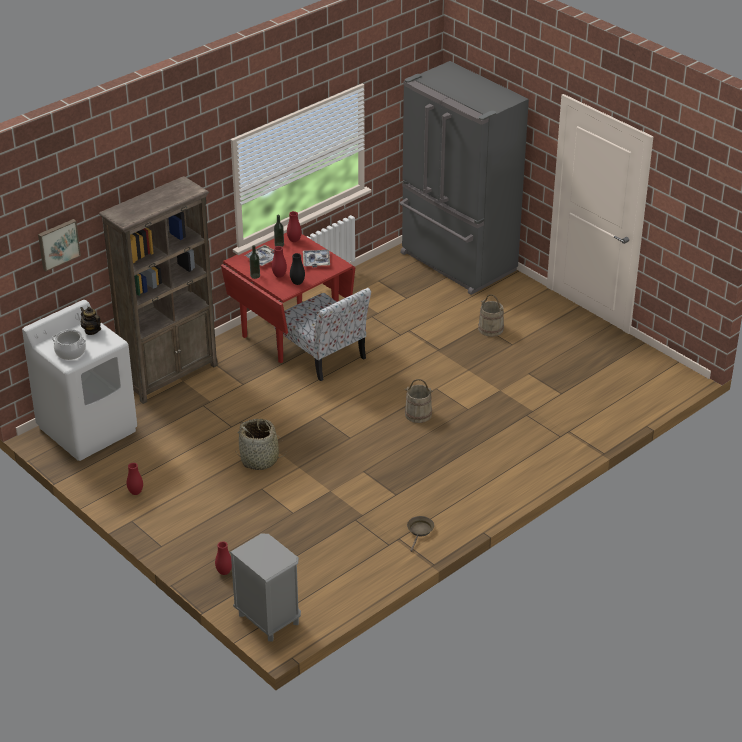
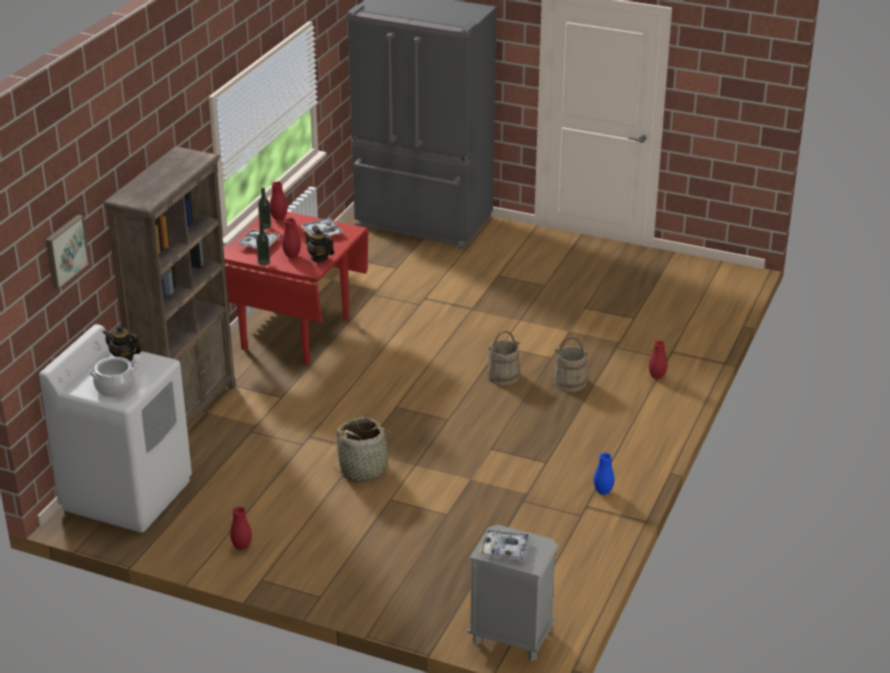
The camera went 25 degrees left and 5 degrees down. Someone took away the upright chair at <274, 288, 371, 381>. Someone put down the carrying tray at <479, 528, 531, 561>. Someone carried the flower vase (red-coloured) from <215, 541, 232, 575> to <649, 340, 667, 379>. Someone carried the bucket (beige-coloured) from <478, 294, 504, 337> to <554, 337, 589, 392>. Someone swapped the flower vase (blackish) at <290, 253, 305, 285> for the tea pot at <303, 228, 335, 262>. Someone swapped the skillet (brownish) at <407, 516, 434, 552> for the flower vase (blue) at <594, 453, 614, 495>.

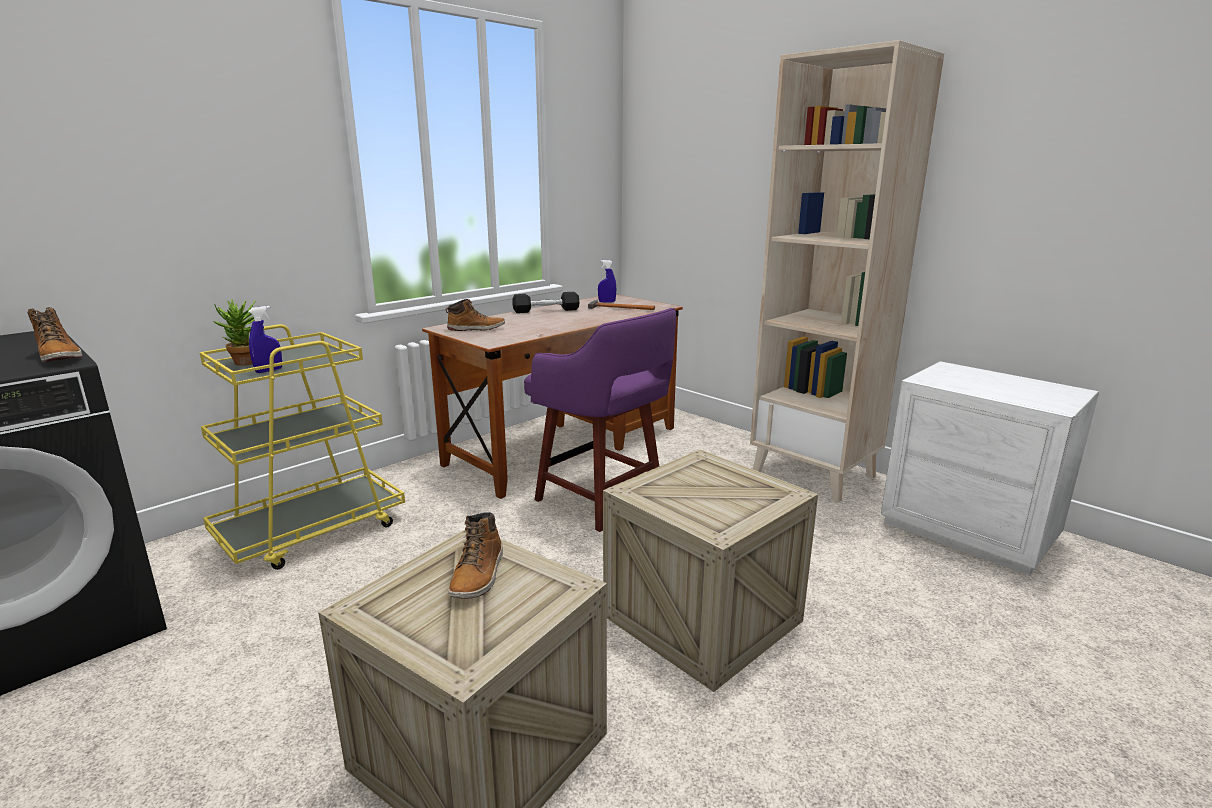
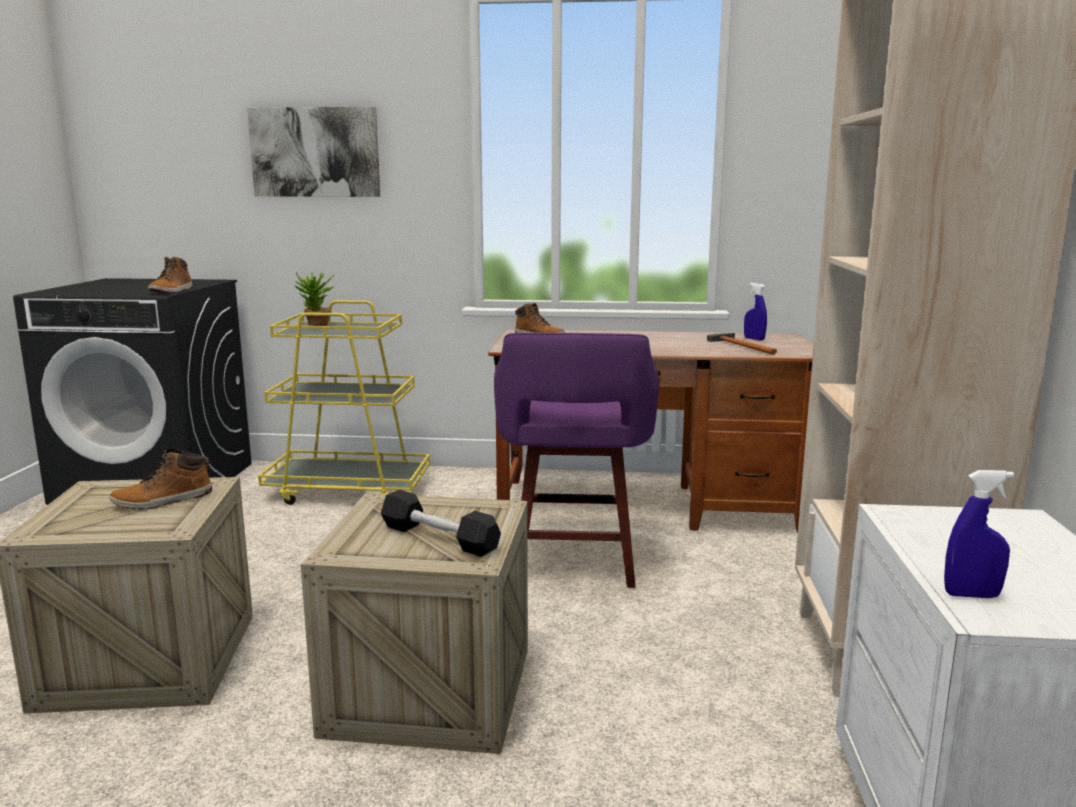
The camera went 50 degrees right and 5 degrees down. Someone put up the wall picture at <247, 107, 380, 197>. Someone carried the hand sprayer (blue) from <248, 306, 282, 373> to <944, 470, 1014, 598>. Someone carried the hand weight (blackish) from <512, 292, 580, 313> to <381, 490, 501, 557>.

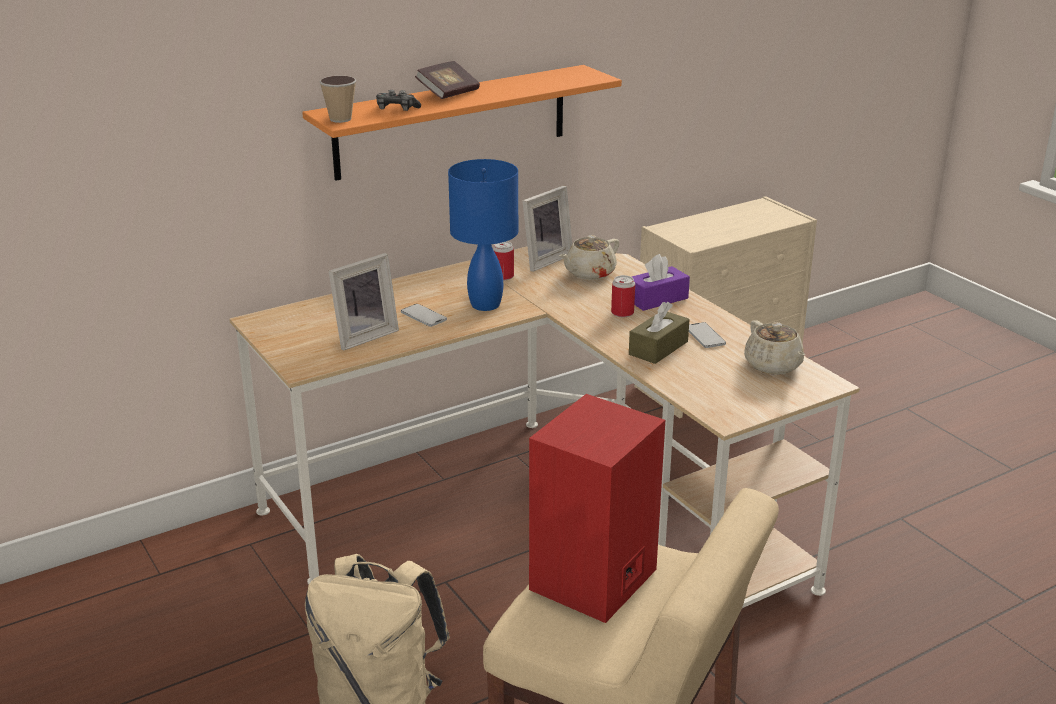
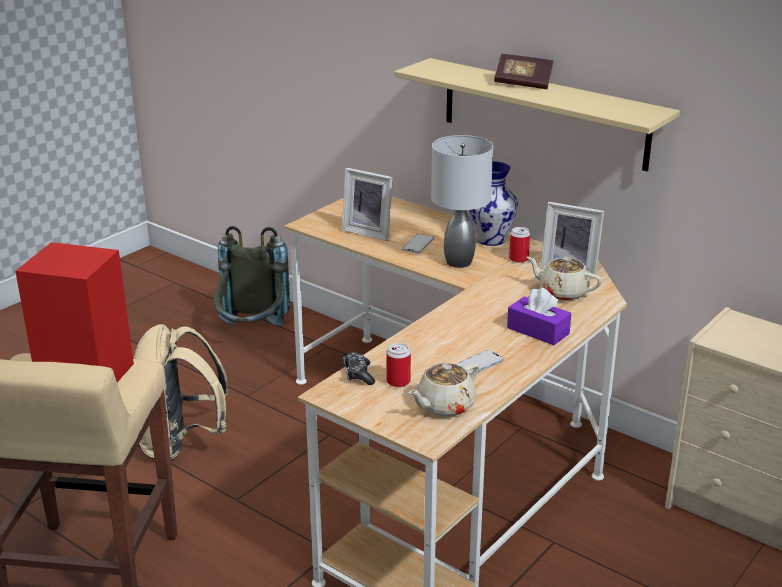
The camera went 70 degrees right and 0 degrees up. Someone took away the drinking cup at <319, 76, 357, 123>. Someone took away the tissue box (brownish) at <629, 302, 690, 364>. Someone put down the knapsack (gray) at <214, 226, 290, 326>. Someone put down the flower vase at <469, 162, 518, 246>. Someone carried the game controller from <376, 90, 421, 111> to <343, 352, 375, 385>. Someone carried the can from <611, 275, 635, 317> to <386, 343, 411, 387>. Someone repainted the bracket shelf (orange) at <302, 65, 622, 181>, which became the bracket shelf (beige-coloured) at <394, 58, 680, 171>. Someone repainted the tabletop lamp (blue) at <448, 159, 518, 311>, which became the tabletop lamp (gray) at <431, 135, 493, 268>.

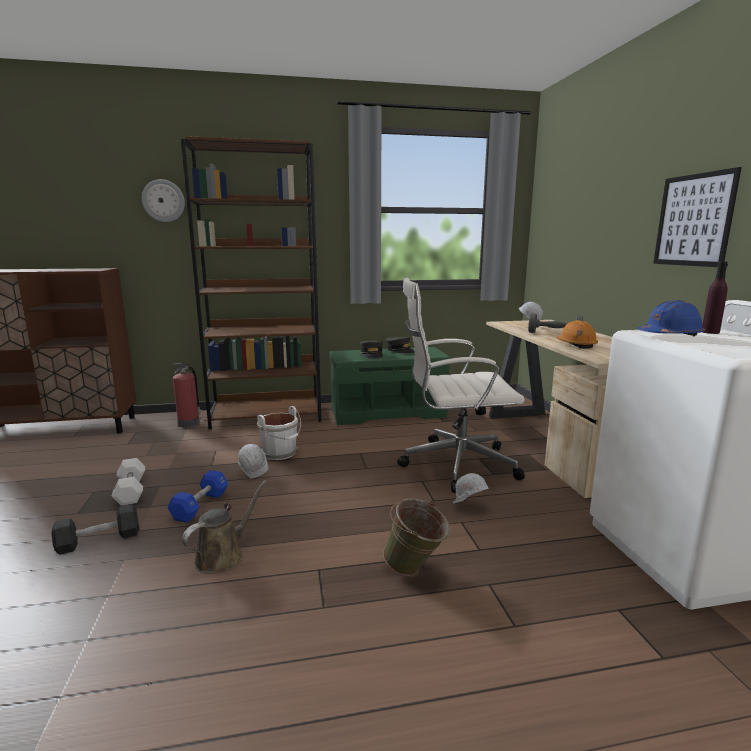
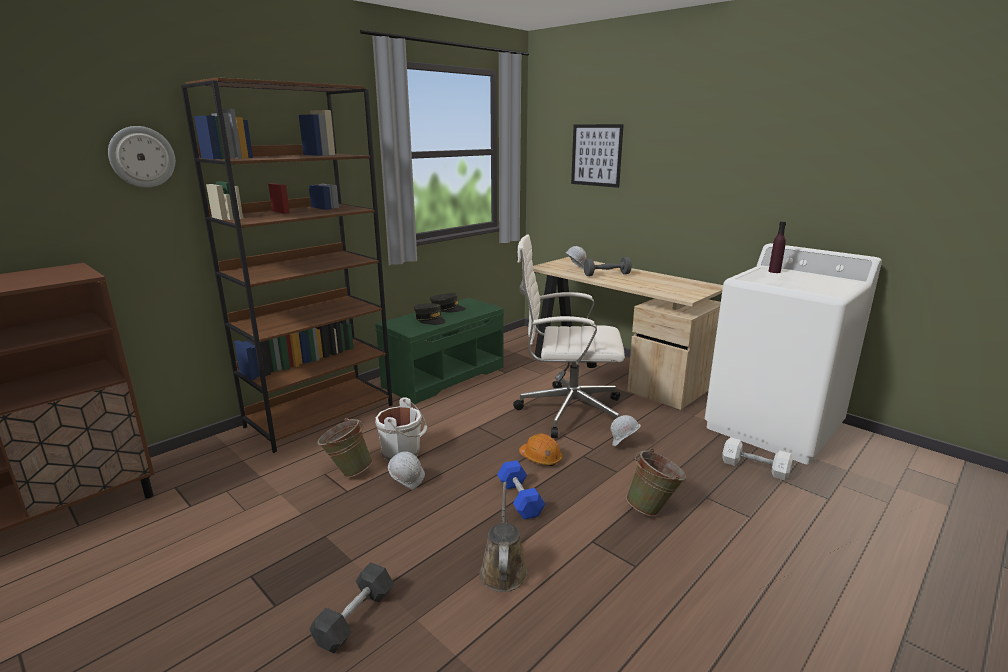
The camera went 35 degrees left and 5 degrees up. Someone took away the fire-fighting cylinder at <172, 363, 201, 427>. Someone took away the work helmet (blue) at <637, 300, 705, 337>. Someone put down the bucket (green) at <317, 418, 372, 477>. Someone carried the hand weight (white) from <112, 458, 145, 506> to <722, 437, 793, 480>. Someone carried the hand weight (blue) from <167, 470, 229, 523> to <497, 460, 545, 520>. Someone carried the work helmet (orange) from <556, 320, 598, 349> to <519, 433, 563, 466>. Someone carried the wall picture from <653, 167, 742, 267> to <571, 124, 624, 188>. Someone rotated the desk chair (white) at <397, 278, 525, 493> by 45 degrees clockwise.

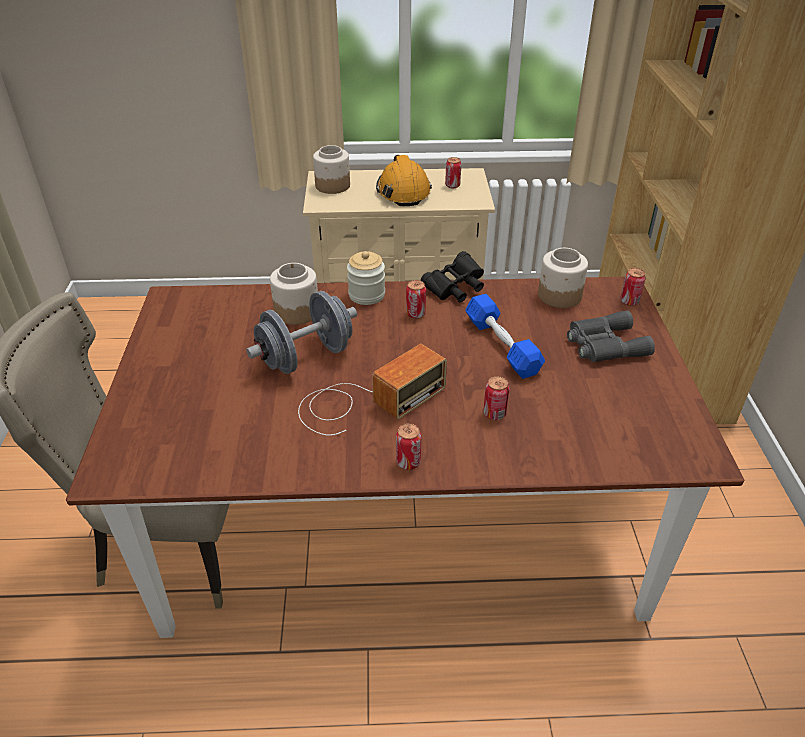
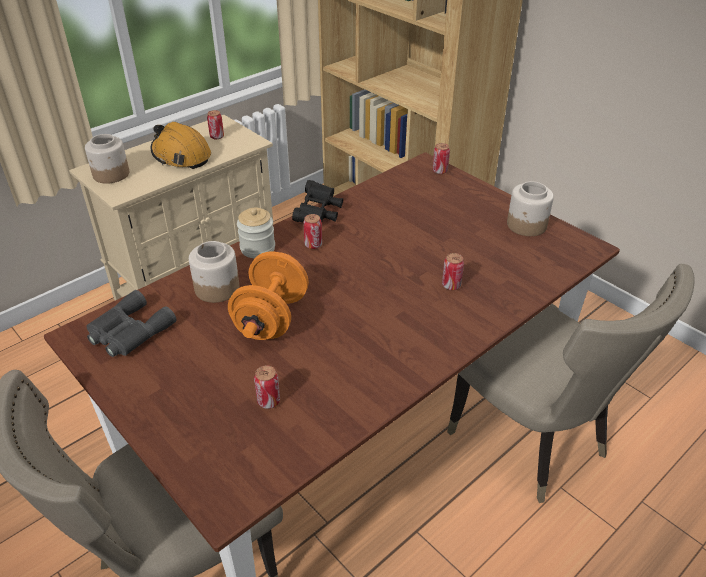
The camera went 40 degrees left and 0 degrees up. Someone took away the radio at <298, 344, 447, 436>. Someone took away the hand weight (blue) at <465, 294, 545, 379>. Someone put down the upright chair (beige-coloured) at <447, 264, 695, 503>. Someone carried the can from <396, 423, 421, 470> to <254, 365, 280, 409>. Someone carried the storage jar from <538, 248, 588, 308> to <507, 181, 554, 236>. Someone carried the field glasses (gray) from <567, 311, 655, 362> to <86, 290, 176, 357>. Someone repainted the hand weight (gray) at <246, 291, 357, 374>, which became the hand weight (orange) at <228, 251, 309, 340>.

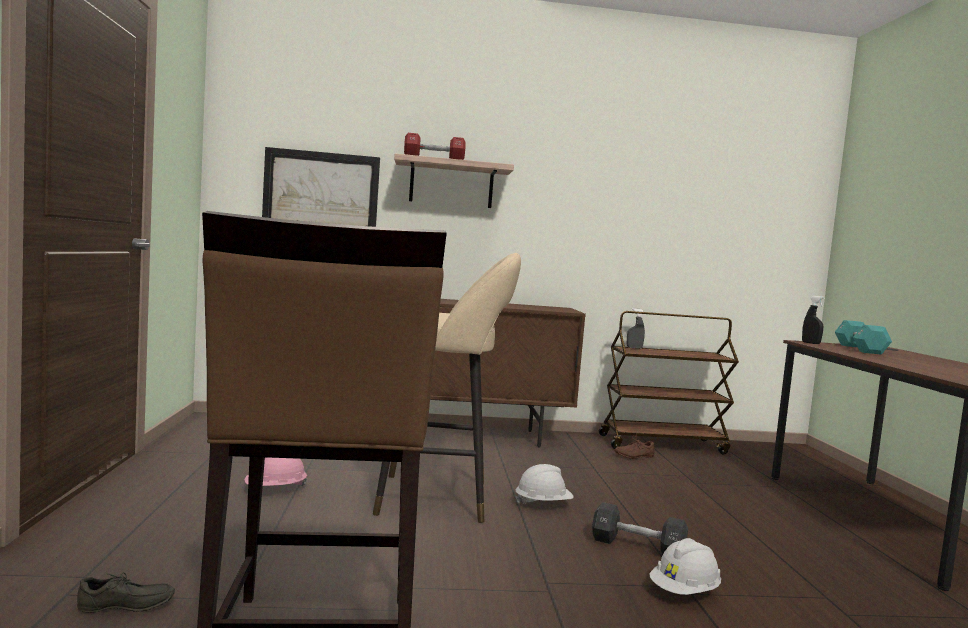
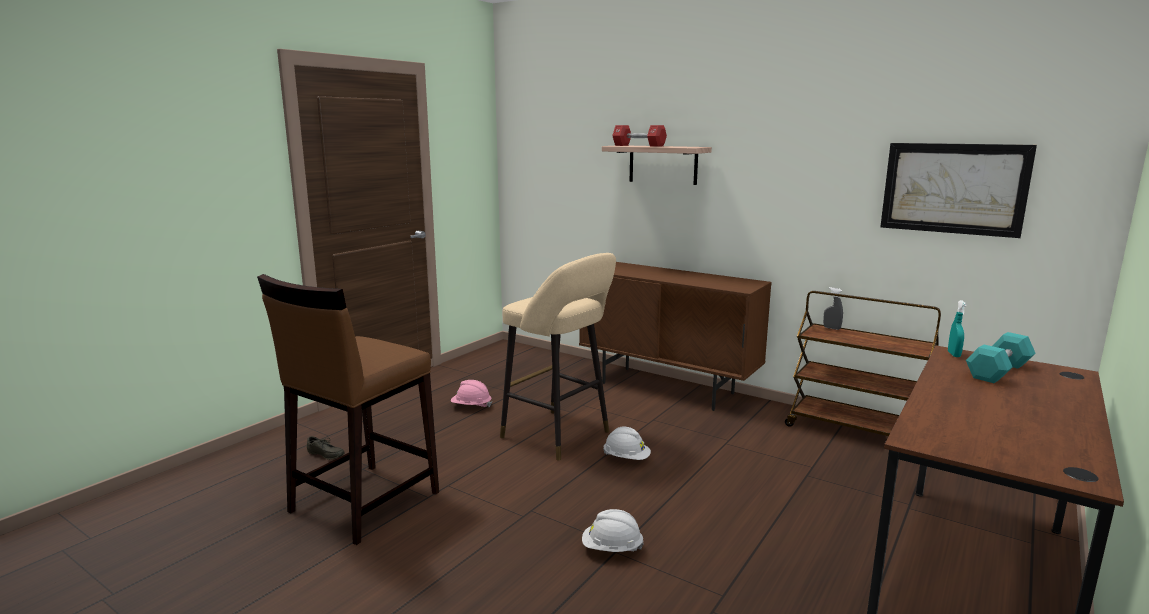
The camera went 40 degrees right and 10 degrees up. Someone took away the hand weight (blackish) at <592, 502, 688, 555>. Someone took away the low shoe (brownish) at <614, 432, 655, 459>. Someone carried the wall picture from <262, 147, 380, 227> to <880, 143, 1037, 238>. Someone repainted the hand sprayer (blackish) at <802, 296, 825, 344>, which became the hand sprayer (turquoise) at <948, 300, 967, 357>.

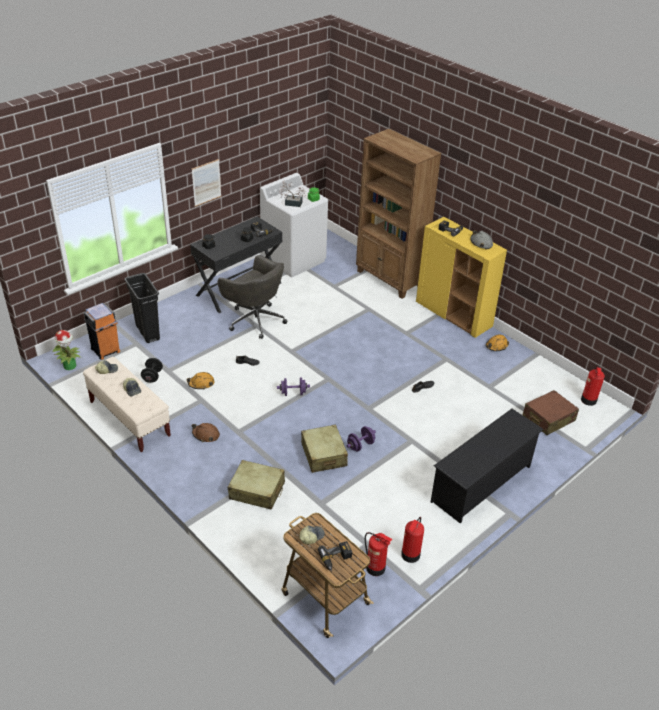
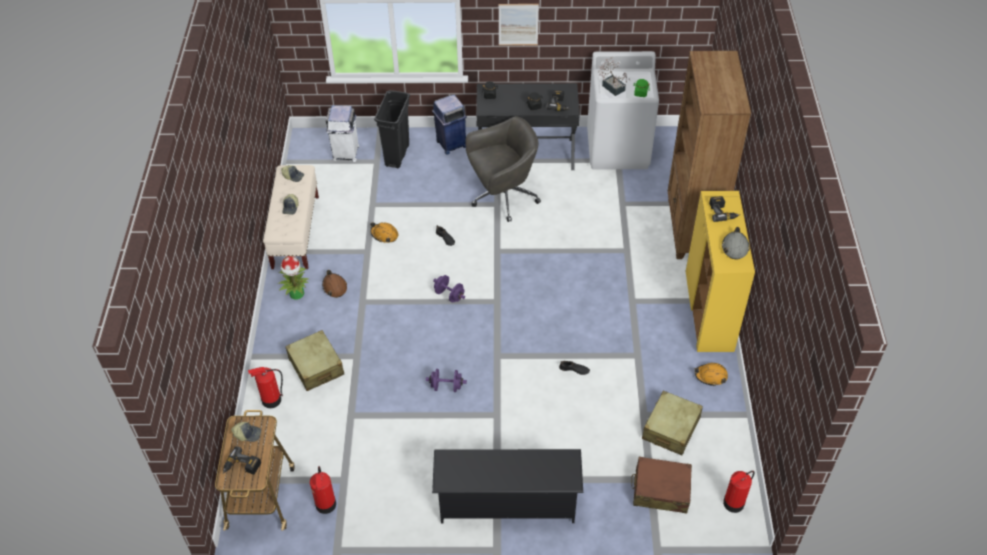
The camera went 45 degrees right and 10 degrees up. Someone took away the hand weight (blackish) at <141, 358, 163, 383>. Someone put down the trash can (blue) at <432, 94, 467, 155>. Someone carried the plant in a pot from <52, 330, 81, 370> to <279, 256, 309, 300>. Someone carried the travel case (beige-coloured) from <301, 424, 348, 473> to <642, 391, 703, 455>. Someone carried the fire-fighting cylinder from <401, 517, 424, 563> to <248, 367, 283, 408>. Someone repainted the trash can (orange) at <84, 303, 120, 360>, which became the trash can (white) at <326, 105, 359, 162>. Someone rotated the desk chair (gray) at <218, 255, 288, 339> by 105 degrees counterclockwise.

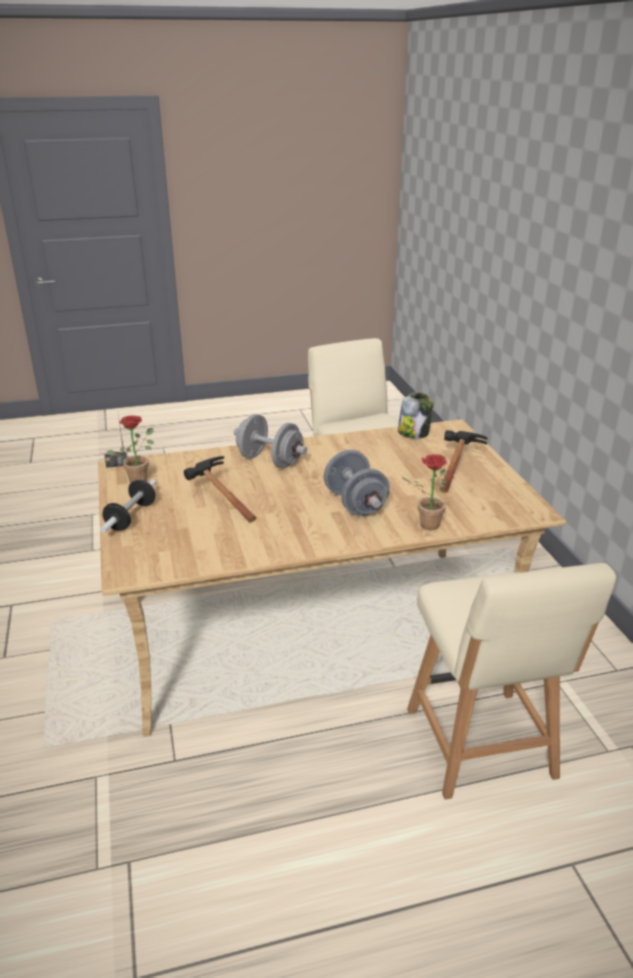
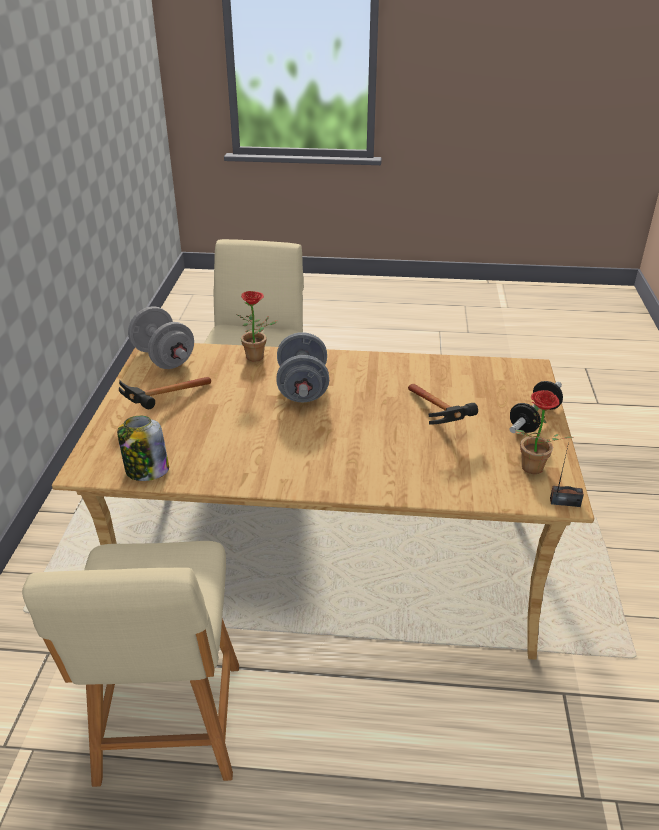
The camera went 160 degrees left and 5 degrees up. Someone carried the hand weight (gray) from <234, 414, 307, 468> to <128, 306, 194, 369>.

